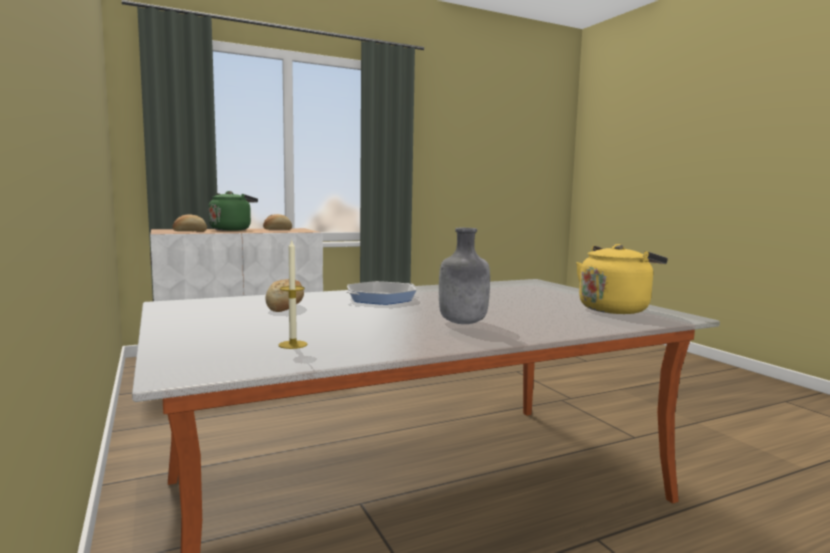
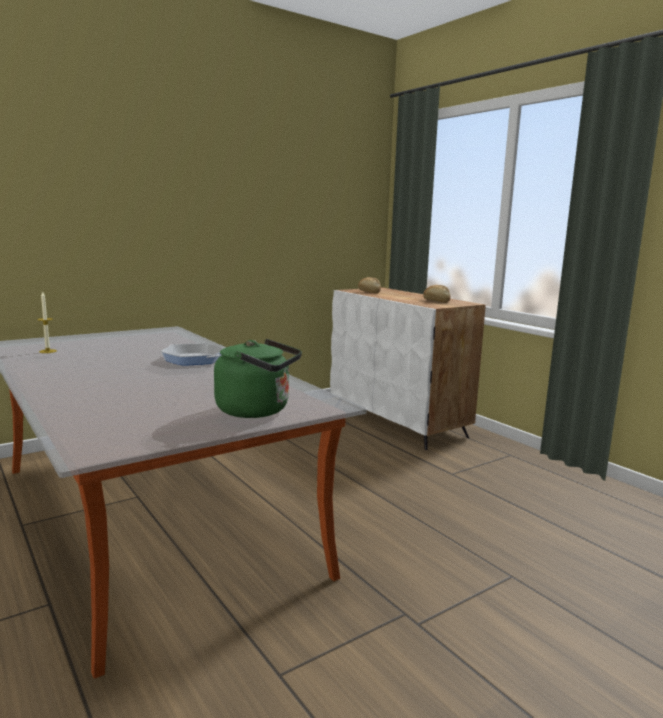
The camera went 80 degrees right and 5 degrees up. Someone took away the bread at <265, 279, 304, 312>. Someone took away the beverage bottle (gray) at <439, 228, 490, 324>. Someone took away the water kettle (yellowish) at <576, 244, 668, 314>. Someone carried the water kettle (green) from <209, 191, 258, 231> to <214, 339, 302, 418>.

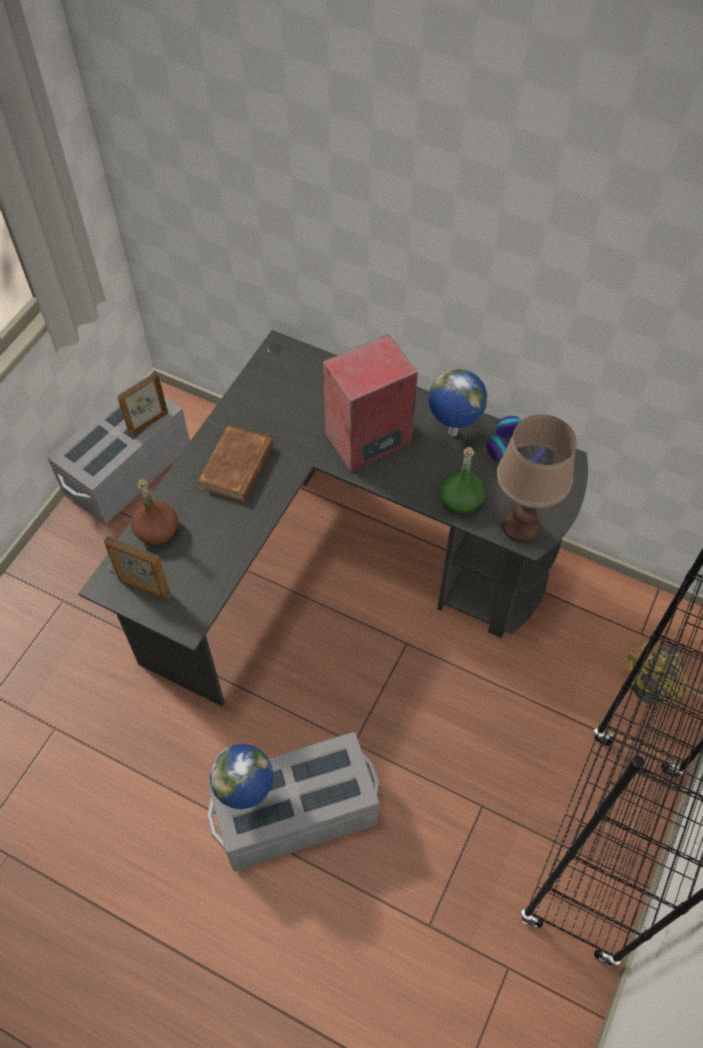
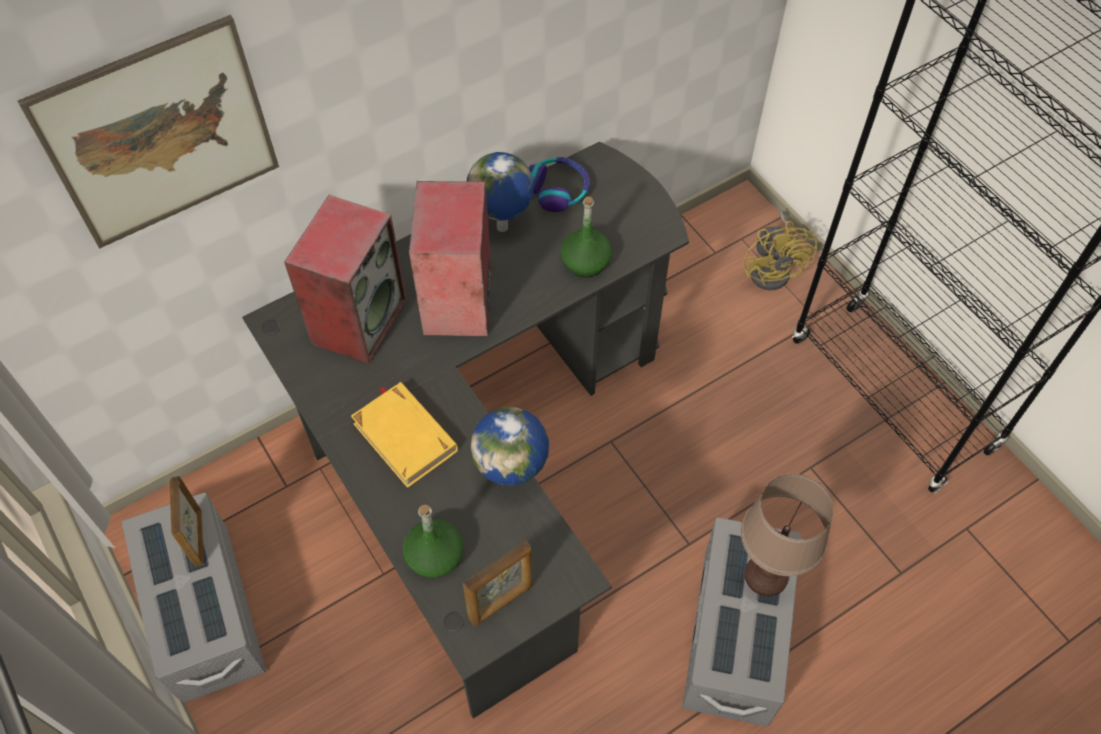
The camera went 60 degrees left and 0 degrees up. Someone put up the wall picture at <18, 15, 279, 249>. Someone put down the audio speaker at <284, 195, 407, 364>. Someone carried the globe from <209, 744, 273, 809> to <471, 407, 549, 486>. Someone carried the tabletop lamp (brownish) from <497, 414, 577, 543> to <741, 473, 834, 596>. Someone repainted the beverage bottle (brownish) at <131, 479, 178, 546>, which became the beverage bottle (green) at <403, 504, 463, 578>. Someone repainted the book (brownish) at <198, 425, 273, 503>, which became the book (yellowish) at <351, 382, 458, 488>.

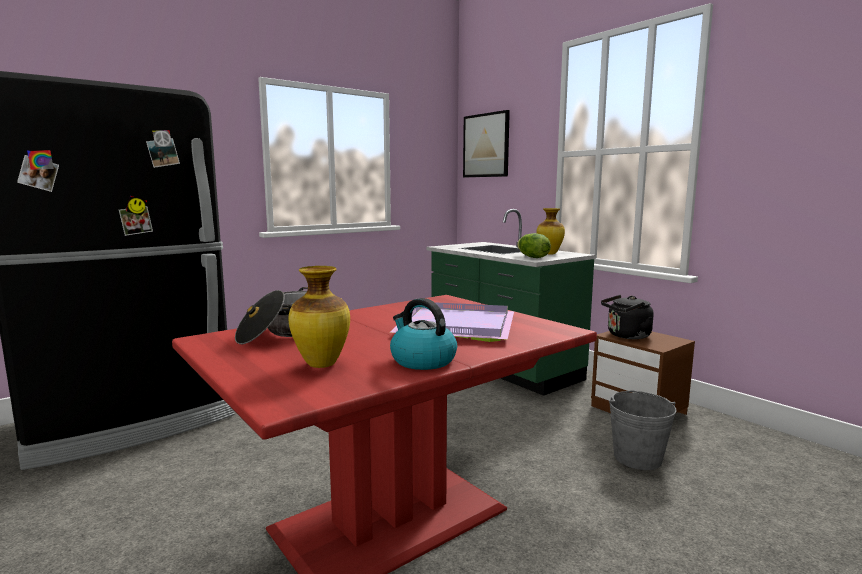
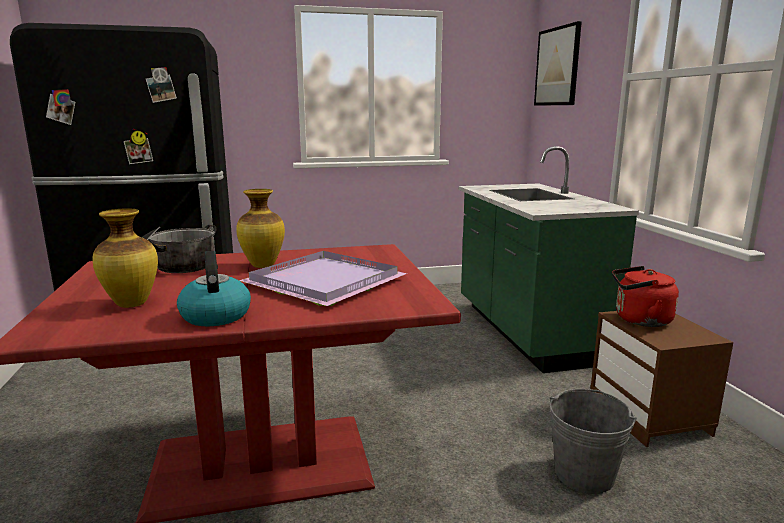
The camera went 25 degrees right and 5 degrees up. Someone took away the lettuce at <517, 233, 551, 258>. Someone carried the flower vase from <537, 208, 565, 254> to <236, 189, 285, 268>. Someone repainted the water kettle (blackish) at <601, 295, 654, 339>, which became the water kettle (red-coloured) at <612, 266, 679, 327>.

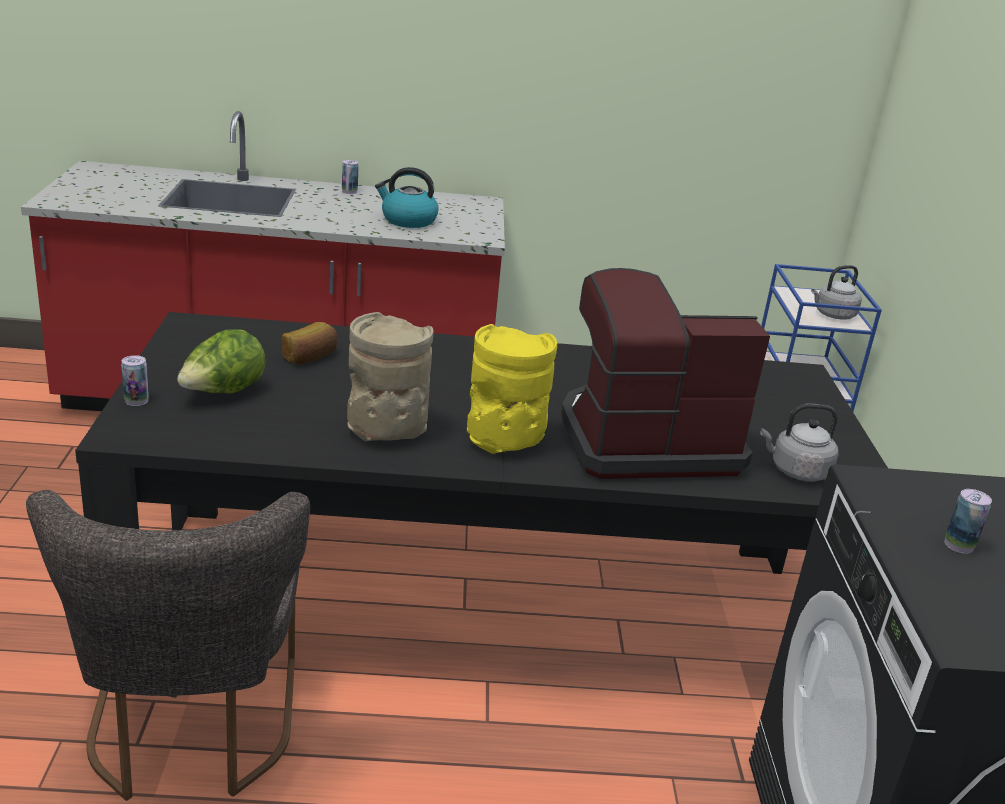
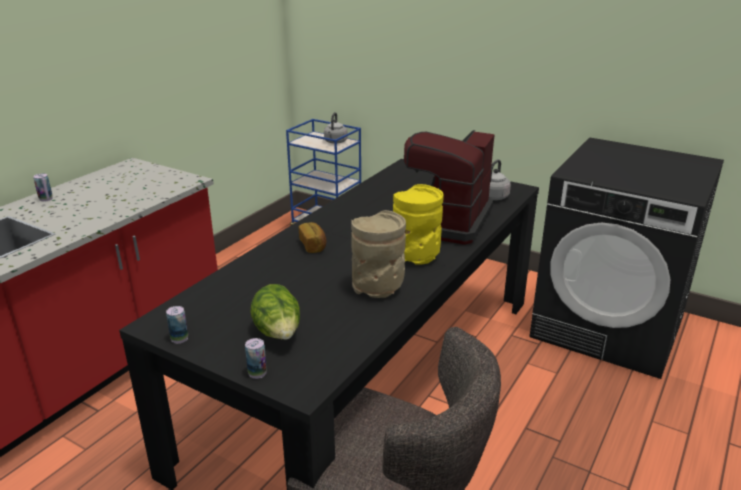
The camera went 55 degrees left and 0 degrees up. Someone took away the water kettle at <375, 167, 439, 228>. Someone carried the bread from <282, 322, 338, 364> to <299, 222, 327, 253>. Someone carried the can from <945, 489, 992, 554> to <166, 306, 188, 344>.

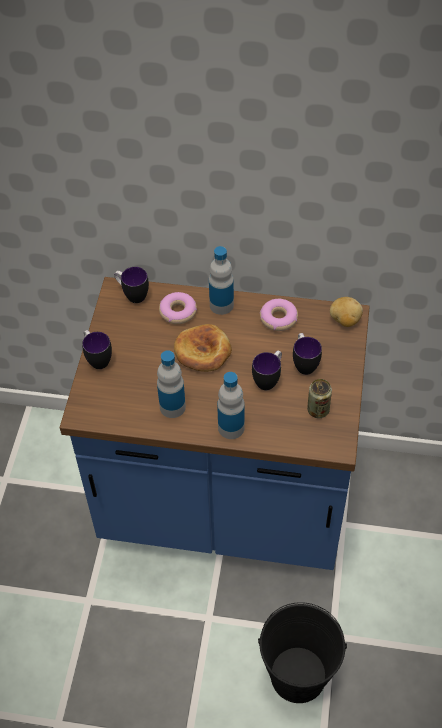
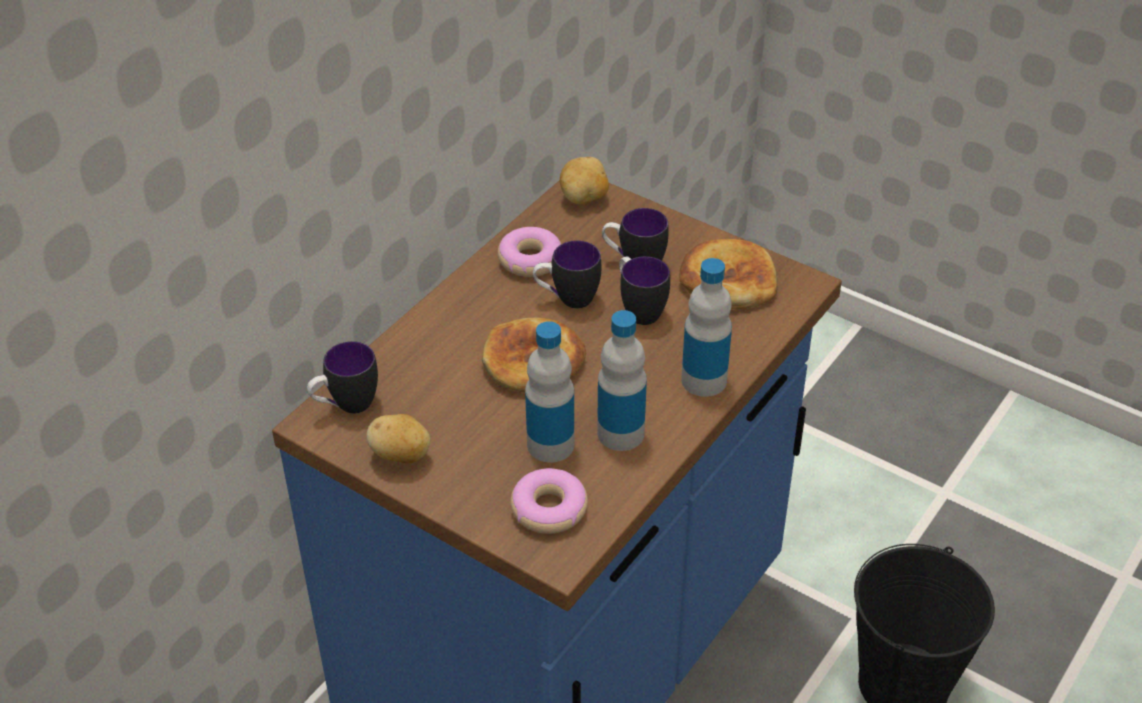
The camera went 65 degrees left and 10 degrees down. Someone put down the whole potato at <367, 414, 430, 463>. Someone carried the tea mug from <82, 330, 112, 369> to <533, 240, 601, 308>. Someone carried the doughnut from <159, 292, 197, 324> to <511, 468, 588, 534>. Someone carried the beverage bottle from <209, 246, 234, 315> to <525, 321, 574, 462>. Someone swapped the can at <307, 379, 332, 418> for the bread at <679, 239, 778, 309>.

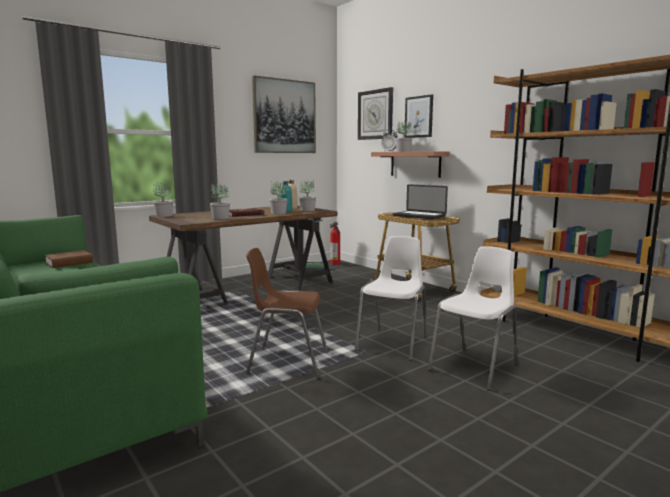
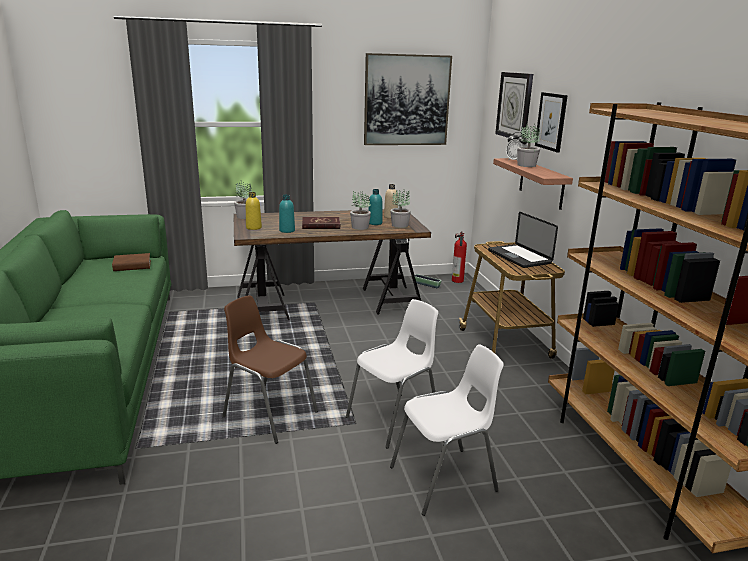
The camera went 25 degrees right and 10 degrees up. Someone put down the beverage bottle (yellowish) at <246, 192, 262, 230>. Someone swapped the plant in a pot at <210, 183, 230, 219> for the beverage bottle (turquoise) at <279, 195, 295, 233>.

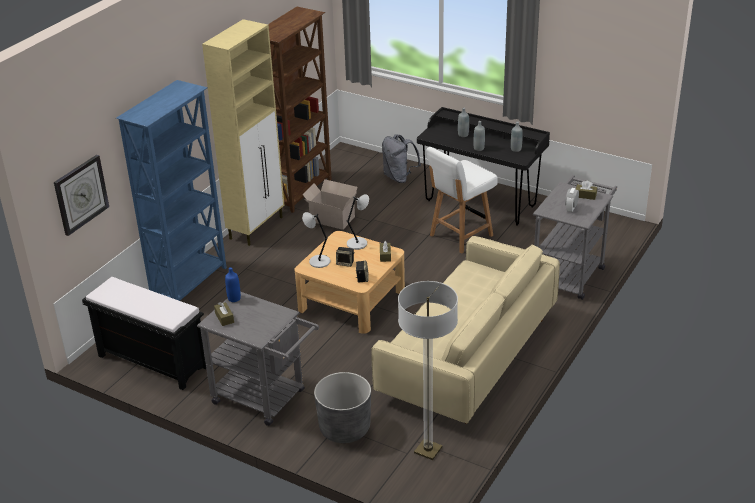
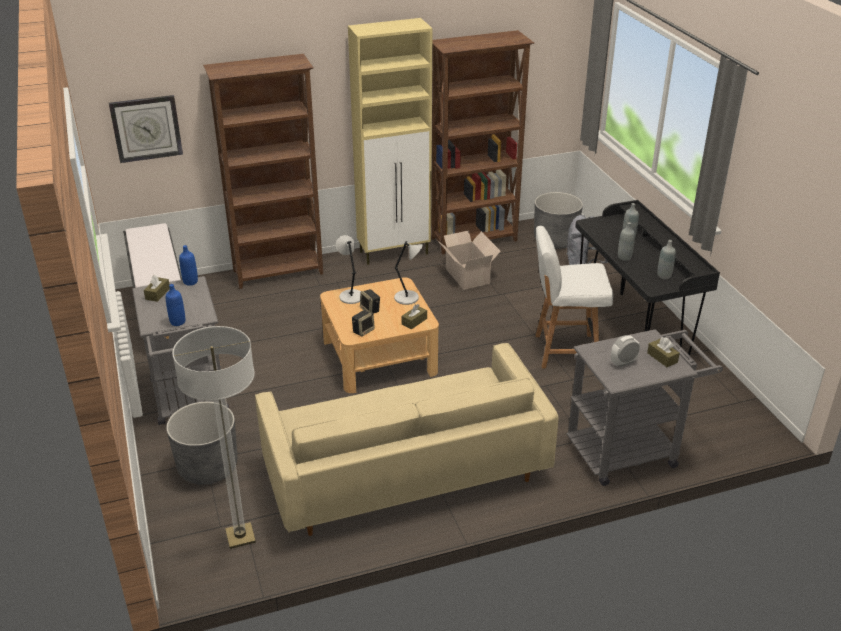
The camera went 40 degrees right and 0 degrees up. Someone put down the beverage bottle (blue) at <166, 284, 185, 326>. Someone put down the flower pot (gray) at <534, 192, 583, 249>. Someone repainted the bookshelf (blue) at <116, 80, 227, 301>, which became the bookshelf (brownish) at <203, 54, 323, 289>.

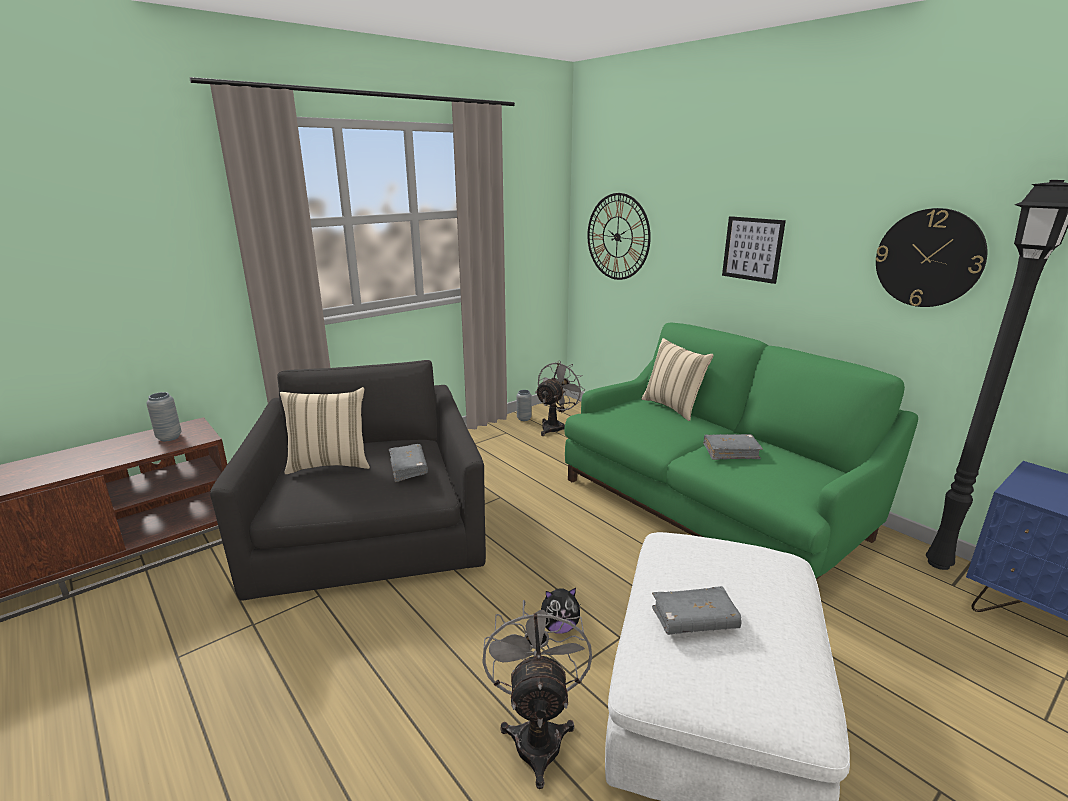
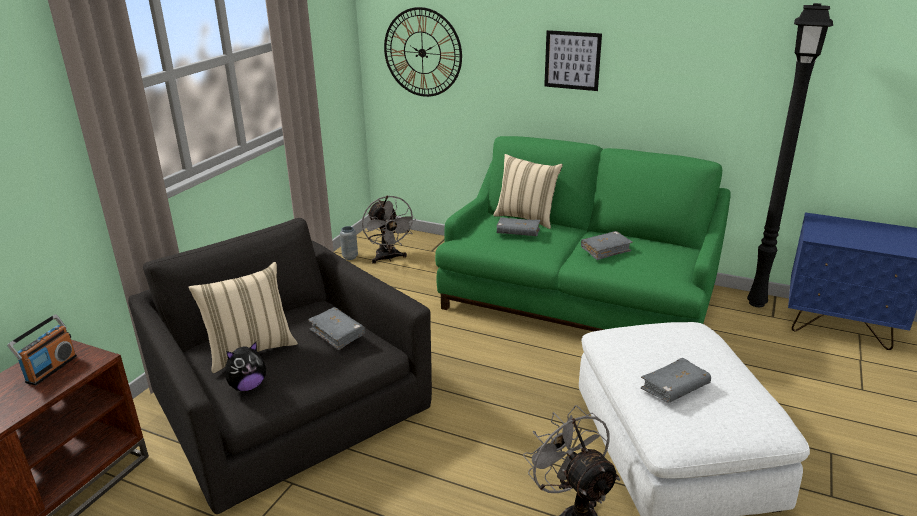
The camera went 25 degrees left and 5 degrees up. Someone took away the wall clock at <876, 208, 987, 307>. Someone put down the book (gray) at <496, 217, 540, 236>. Someone carried the plush toy from <541, 588, 580, 634> to <225, 342, 266, 391>. Someone swapped the flower vase (gray) at <146, 392, 181, 441> for the radio at <7, 314, 77, 385>. Someone rotated the fan (gray) at <535, 360, 585, 436> by 150 degrees clockwise.

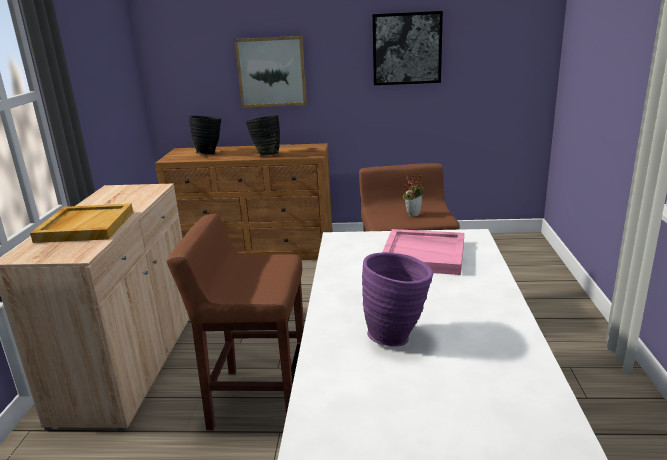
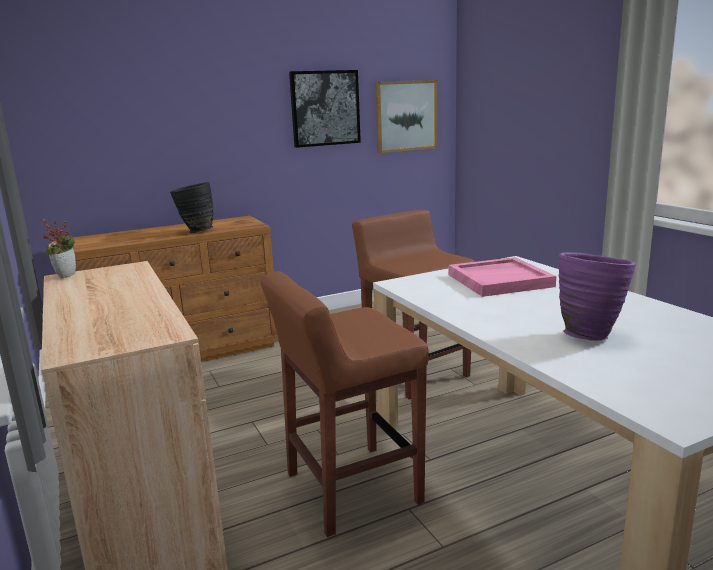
The camera went 30 degrees left and 5 degrees down. Someone took away the carrying tray (beige-coloured) at <30, 204, 133, 243>. Someone took away the flower vase (blackish) at <189, 116, 221, 154>. Someone carried the wall picture from <235, 36, 307, 108> to <375, 80, 437, 153>. Someone carried the plant in a pot from <403, 172, 424, 217> to <43, 219, 76, 279>.

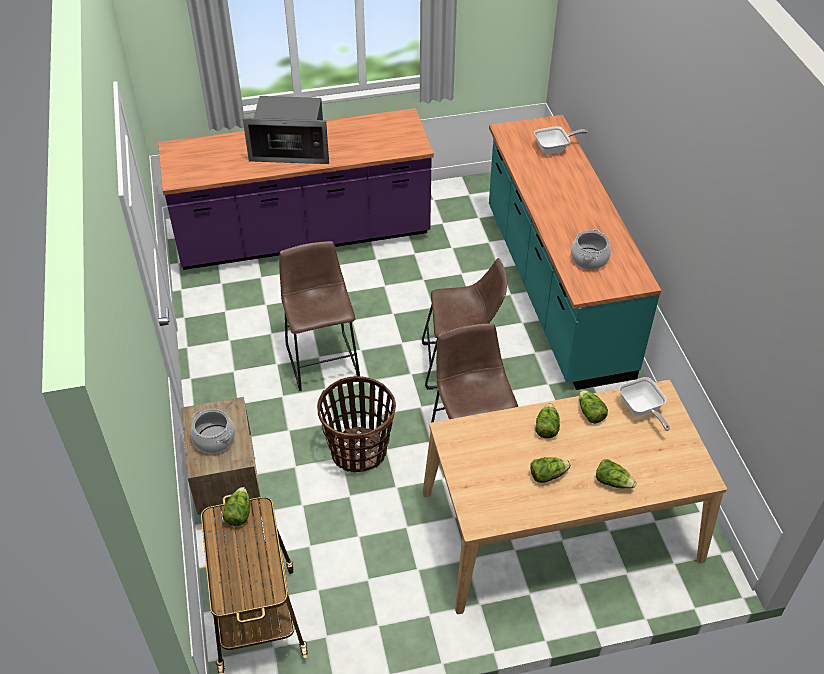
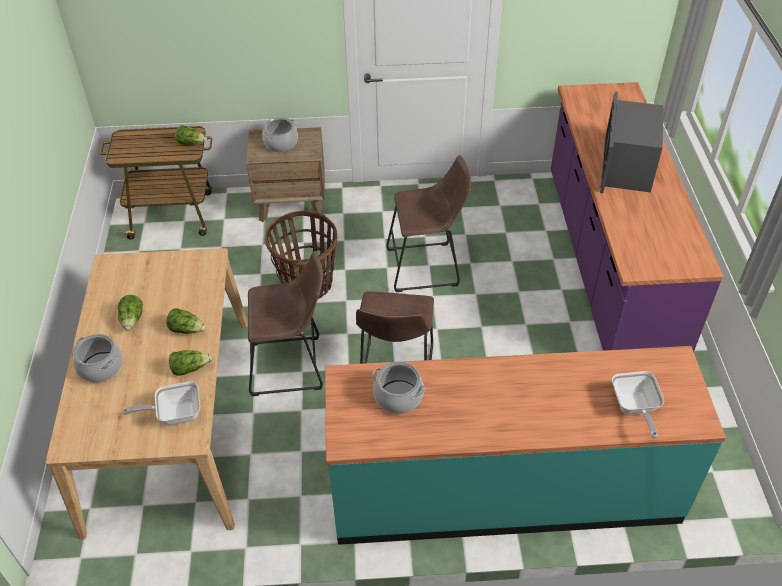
The camera went 100 degrees right and 0 degrees up. Someone swapped the lettuce at <596, 459, 636, 488> for the cooking pot at <73, 334, 123, 383>.

